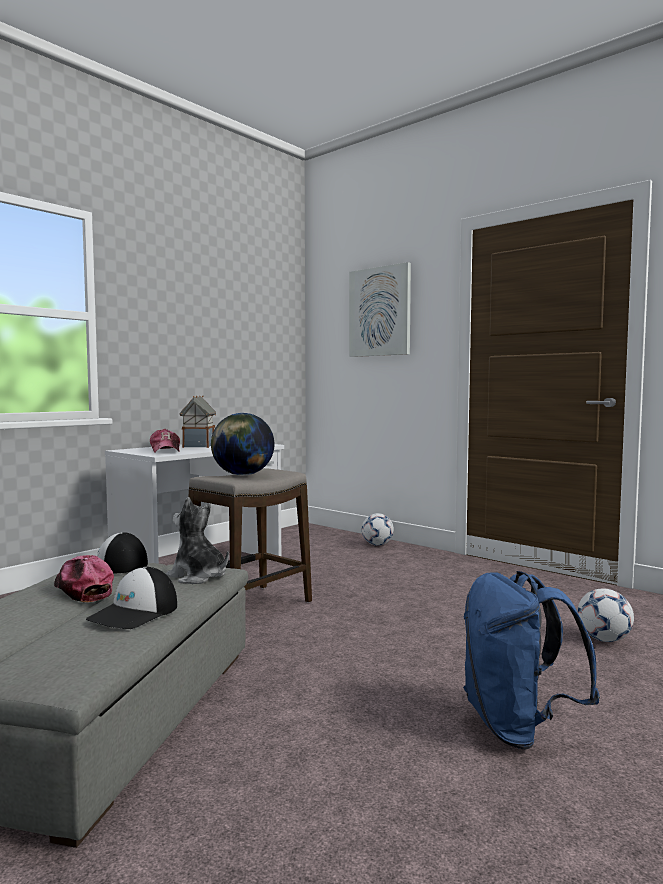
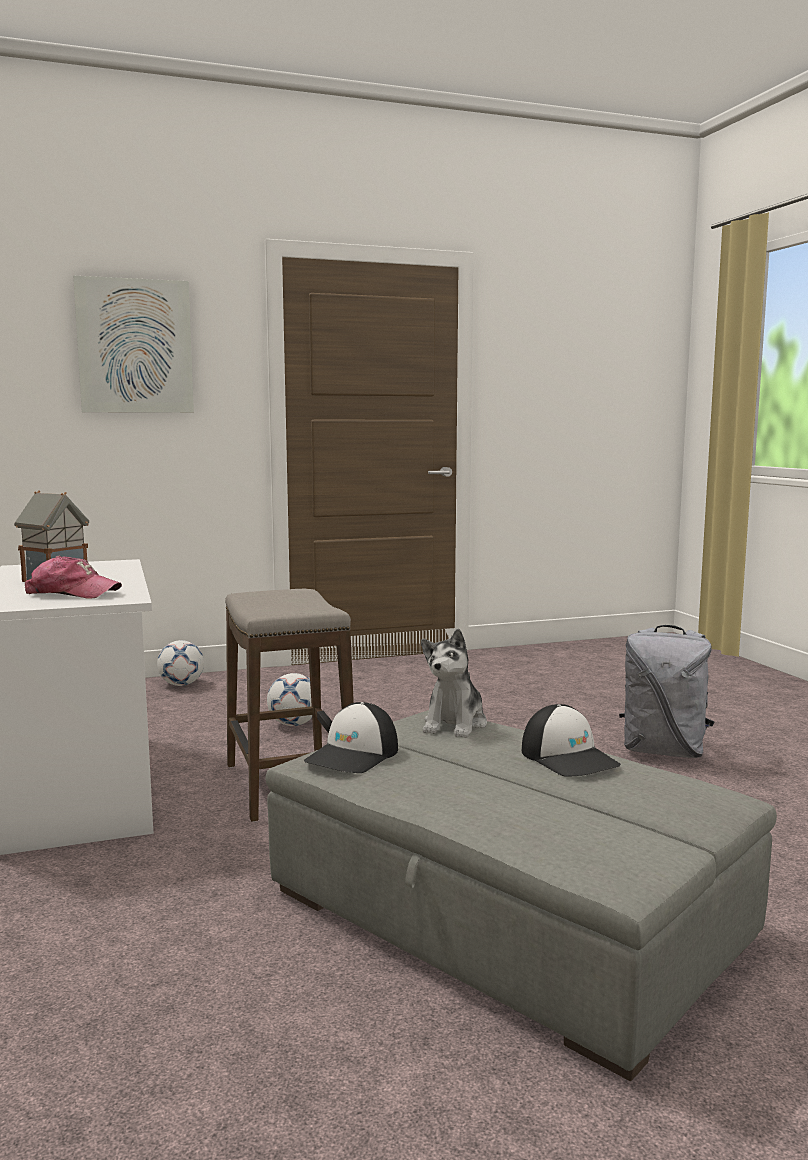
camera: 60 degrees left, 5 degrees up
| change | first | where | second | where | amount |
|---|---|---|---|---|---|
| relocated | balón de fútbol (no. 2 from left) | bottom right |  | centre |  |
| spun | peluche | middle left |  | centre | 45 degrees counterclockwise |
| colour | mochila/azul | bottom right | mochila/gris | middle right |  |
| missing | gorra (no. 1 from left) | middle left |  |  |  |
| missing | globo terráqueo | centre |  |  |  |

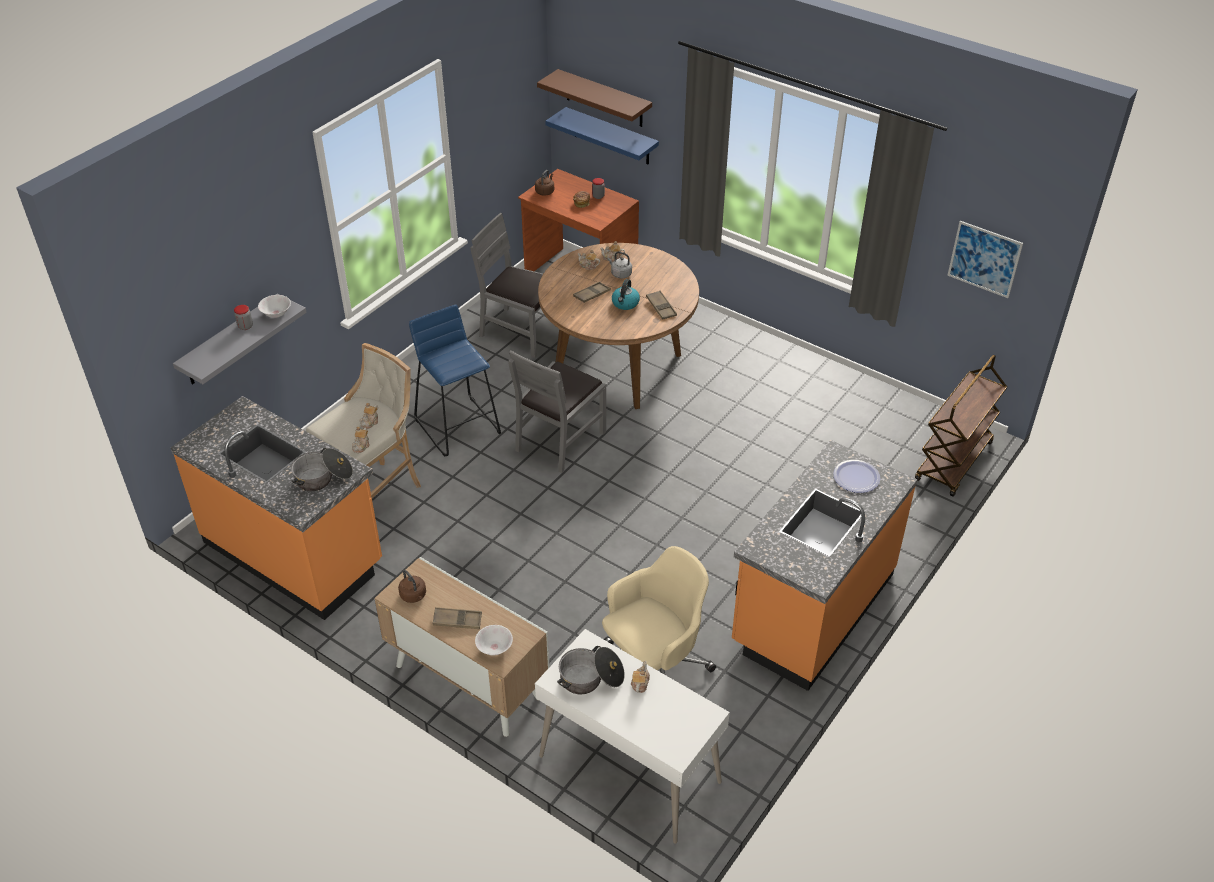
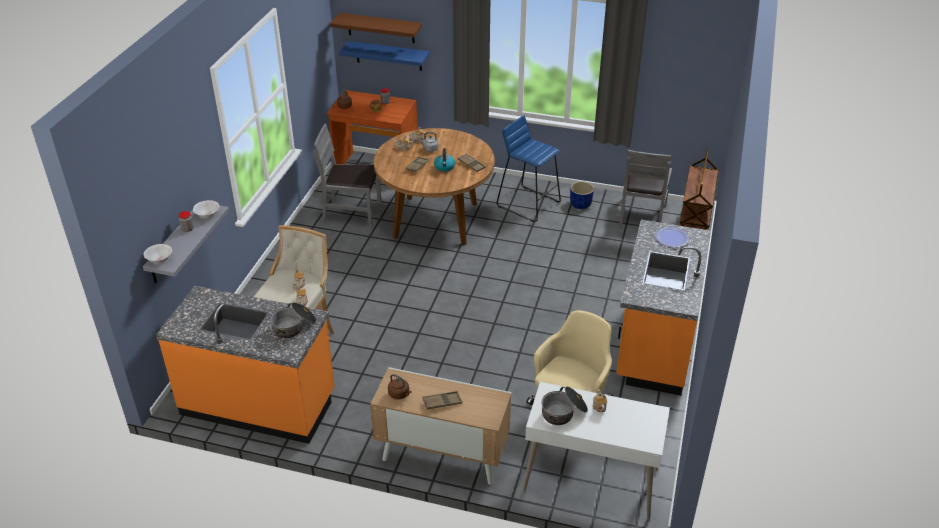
camera: 20 degrees left, 5 degrees down
| change | first | where | second | where | amount |
|---|---|---|---|---|---|
| relocated | cuenco/blanco (no. 2 from left in the first image) | bottom centre | cuenco/blanco (no. 1 from left) | middle left |  |
| relocated | taburete/azul | centre |  | top centre |  |
| appeared |  |  | maceta/azul | centre |  |
| relocated | silla/gris (no. 2 from left) | centre |  | middle right |  |
| missing | cuadro | top right |  |  |  |

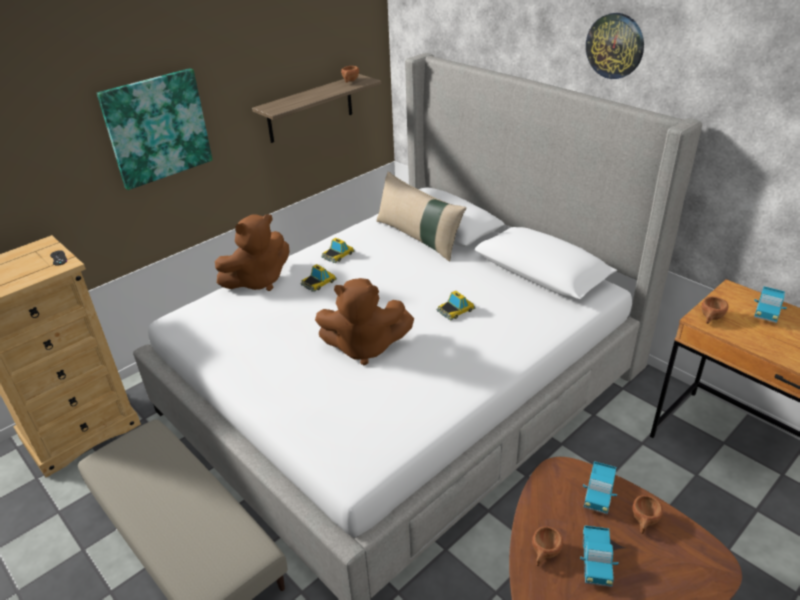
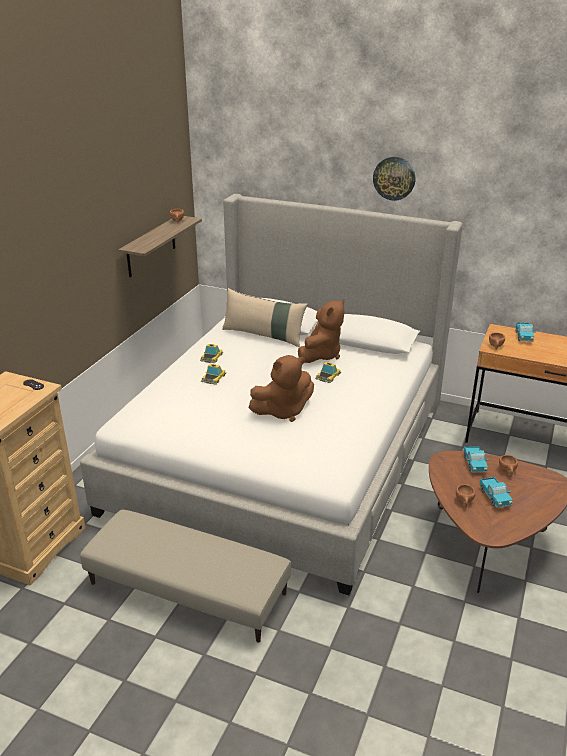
camera: 25 degrees left, 5 degrees down
| change | first | where | second | where | amount |
|---|---|---|---|---|---|
| relocated | peluche/marrón (no. 1 from left in the first image) | middle left | peluche/marrón (no. 2 from left) | centre |  |
| missing | cuadro | top left |  |  |  |

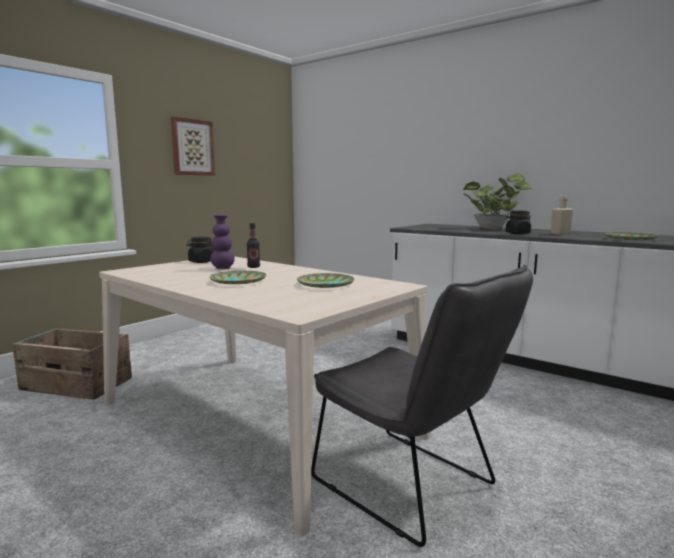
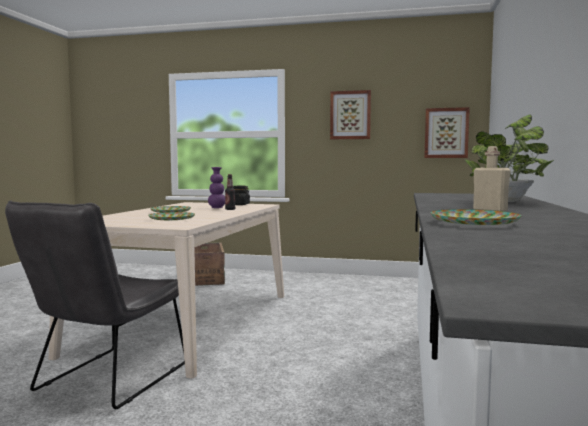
camera: 65 degrees right, 5 degrees down
| change | first | where | second | where | amount |
|---|---|---|---|---|---|
| appeared |  |  | cuadro (no. 2 from left) | top right |  |
| missing | tarro/negro (no. 2 from left) | middle right |  |  |  |

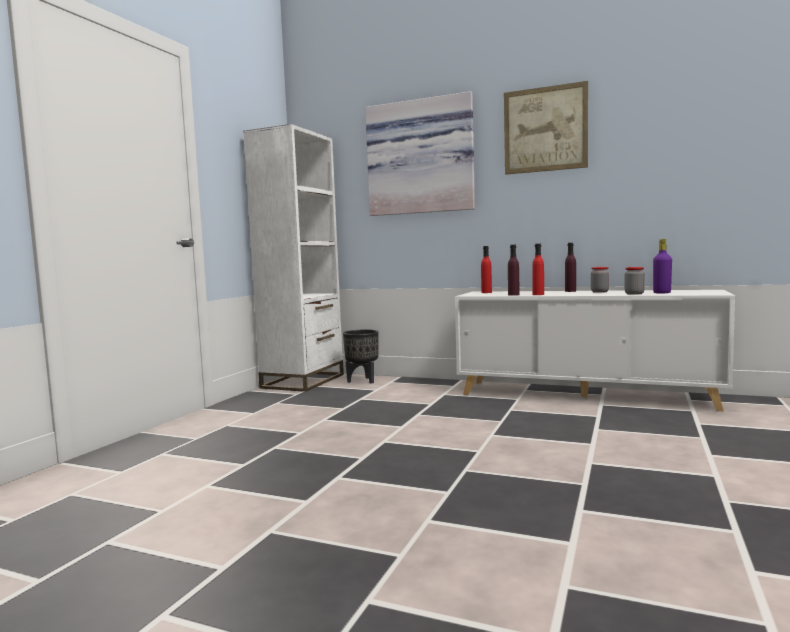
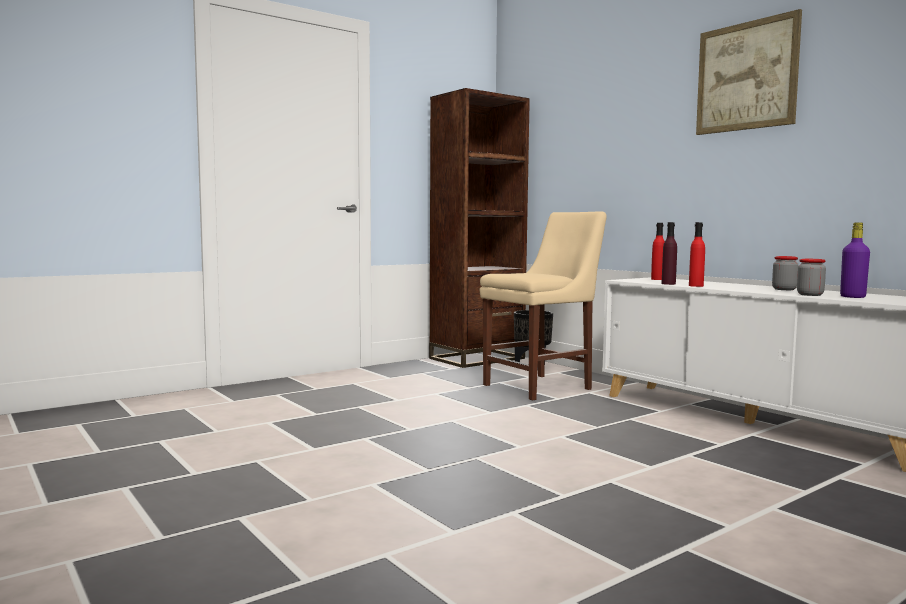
camera: 30 degrees right, 0 degrees up
| change | first | where | second | where | amount |
|---|---|---|---|---|---|
| colour | estantería/blanco | centre | estantería/marrón | centre |  |
| appeared |  |  | silla/beis | centre |  |
| missing | cuadro (no. 1 from left) | top centre |  |  |  |
| missing | botella/morado (no. 2 from left) | middle right |  |  |  |

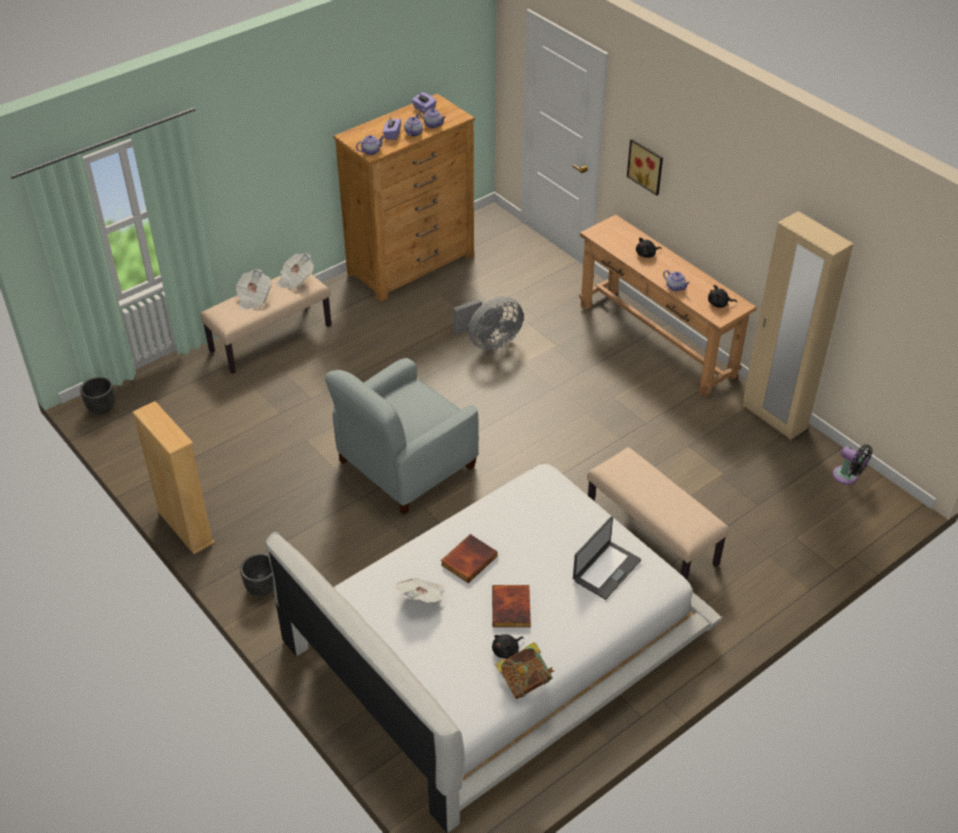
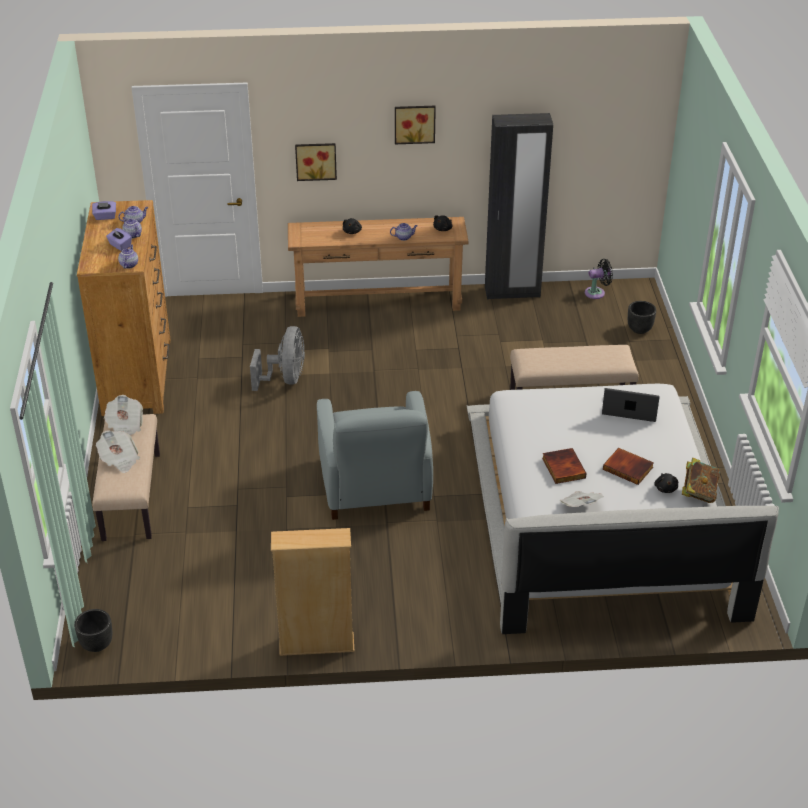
camera: 55 degrees left, 5 degrees down
| change | first | where | second | where | amount |
|---|---|---|---|---|---|
| appeared |  |  | cuadro (no. 2 from left) | top centre |  |
| colour | armario ropero/beis | middle right | armario ropero/negro | top centre |  |
| spun | portátil | bottom centre |  | middle right | 60 degrees counterclockwise |
| relocated | maceta/negro (no. 2 from left) | bottom left |  | middle right |  |

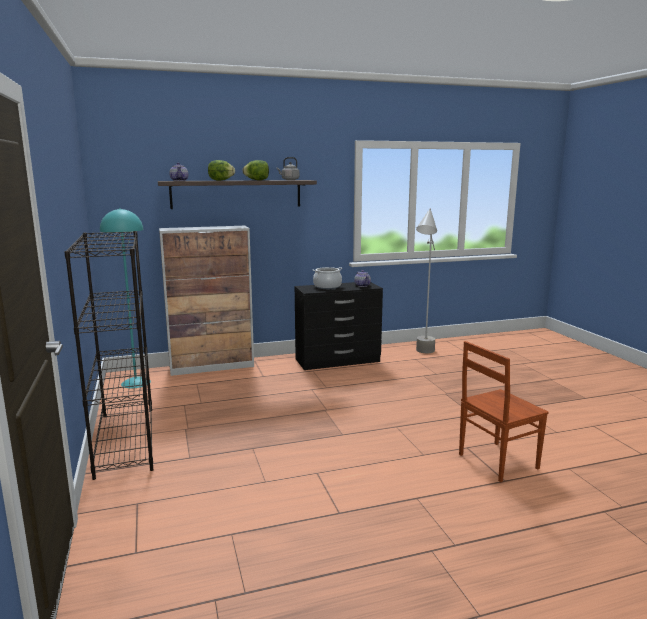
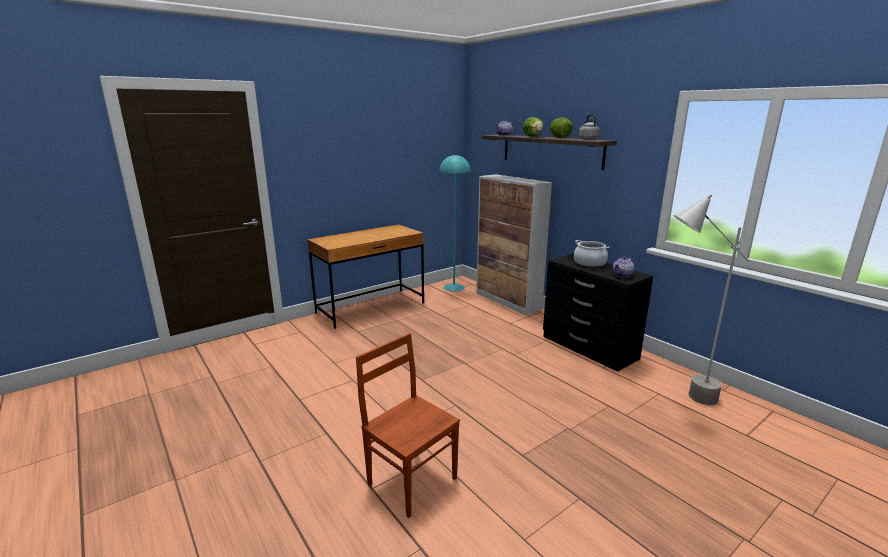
camera: 70 degrees right, 5 degrees up
| change | first | where | second | where | amount |
|---|---|---|---|---|---|
| exchanged | estantería/negro | middle left | escritorio/marrón | centre |  |

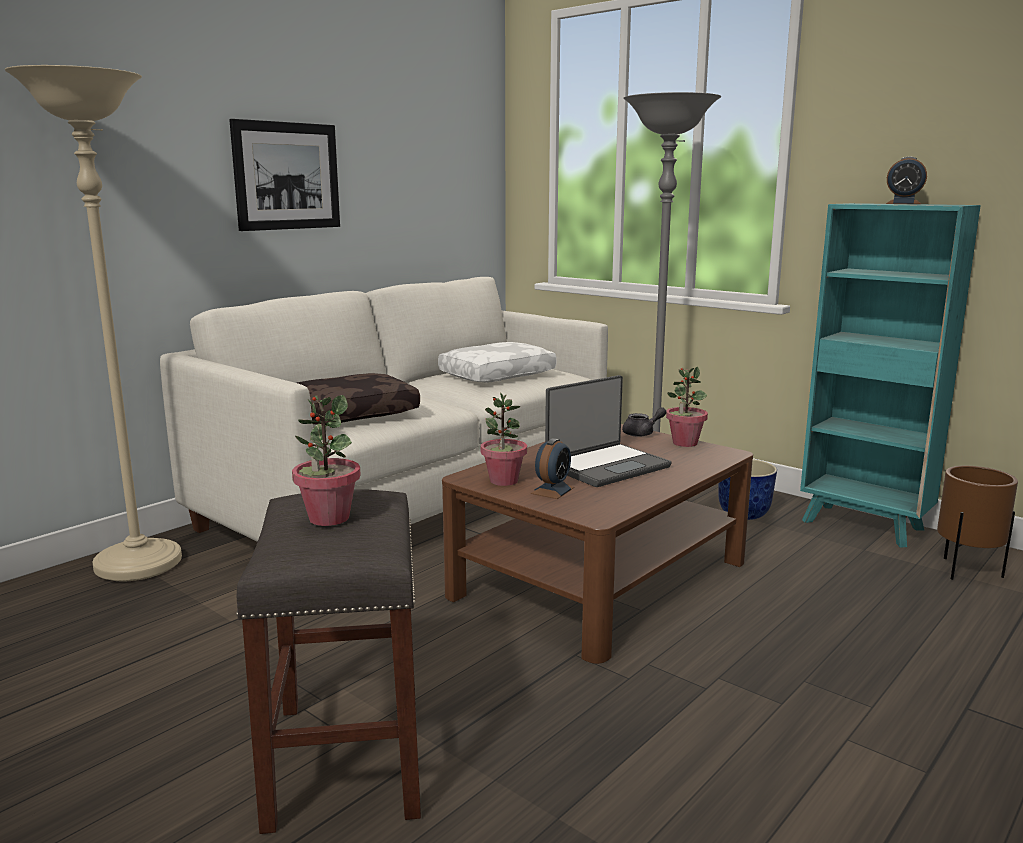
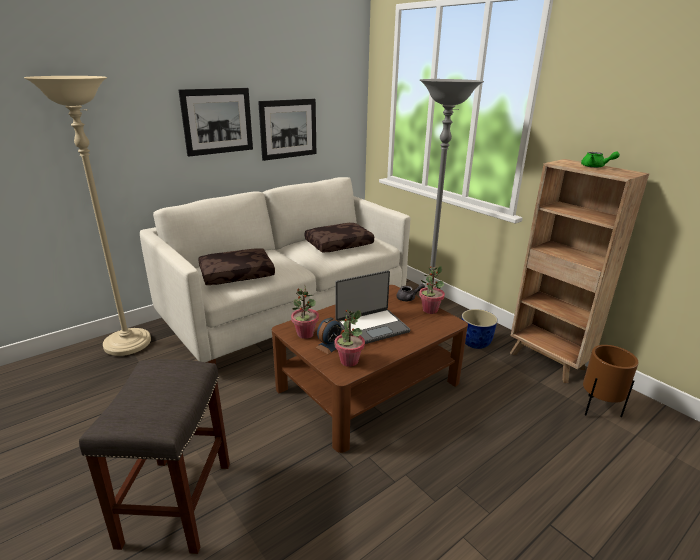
camera: 10 degrees right, 10 degrees up
| change | first | where | second | where | amount |
|---|---|---|---|---|---|
| appeared |  |  | cuadro (no. 2 from left) | top centre |  |
| colour | cojín/blanco | centre | cojín/marrón (no. 2 from left) | centre |  |
| relocated | planta en maceta (no. 1 from left in the first image) | middle left | planta en maceta (no. 2 from left) | centre |  |
| colour | estantería/turquesa | middle right | estantería/marrón | middle right |  |
| exchanged | despertador (no. 2 from left) | top right | tetera/verde | top right |  |

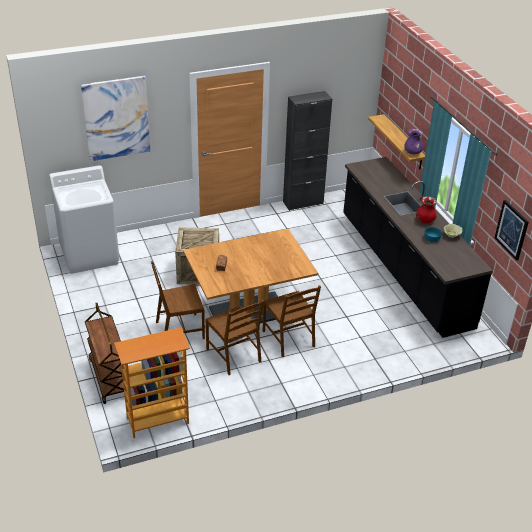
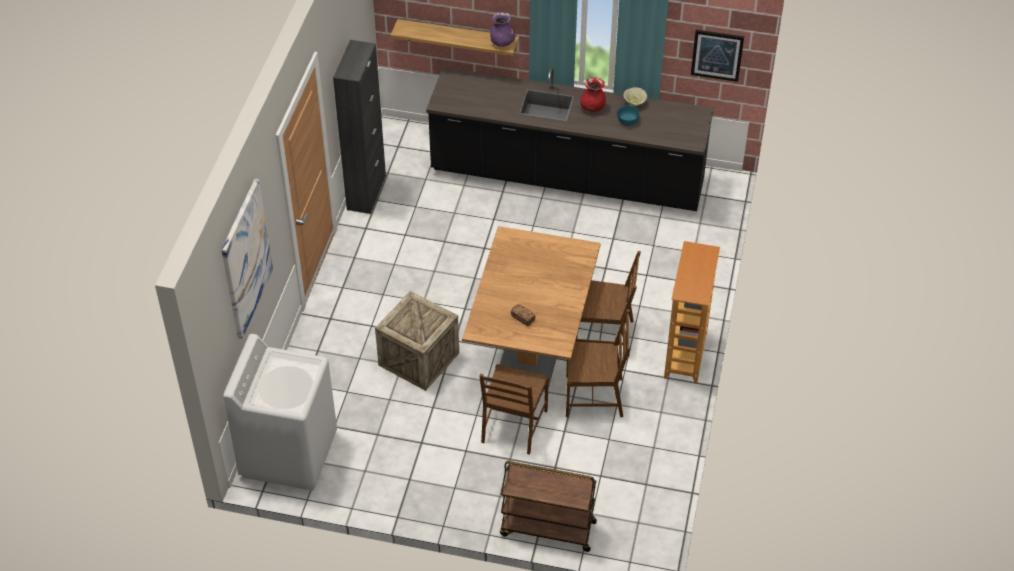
camera: 55 degrees left, 10 degrees up
| change | first | where | second | where | amount |
|---|---|---|---|---|---|
| relocated | estantería | bottom left |  | middle right |  |

